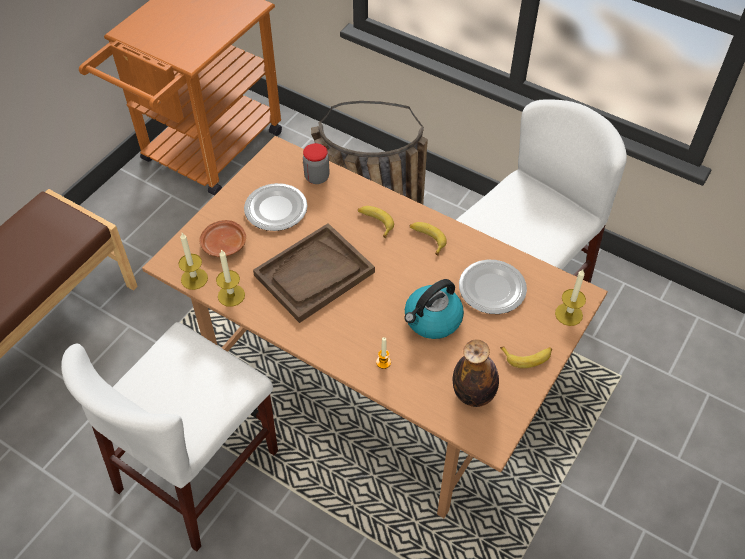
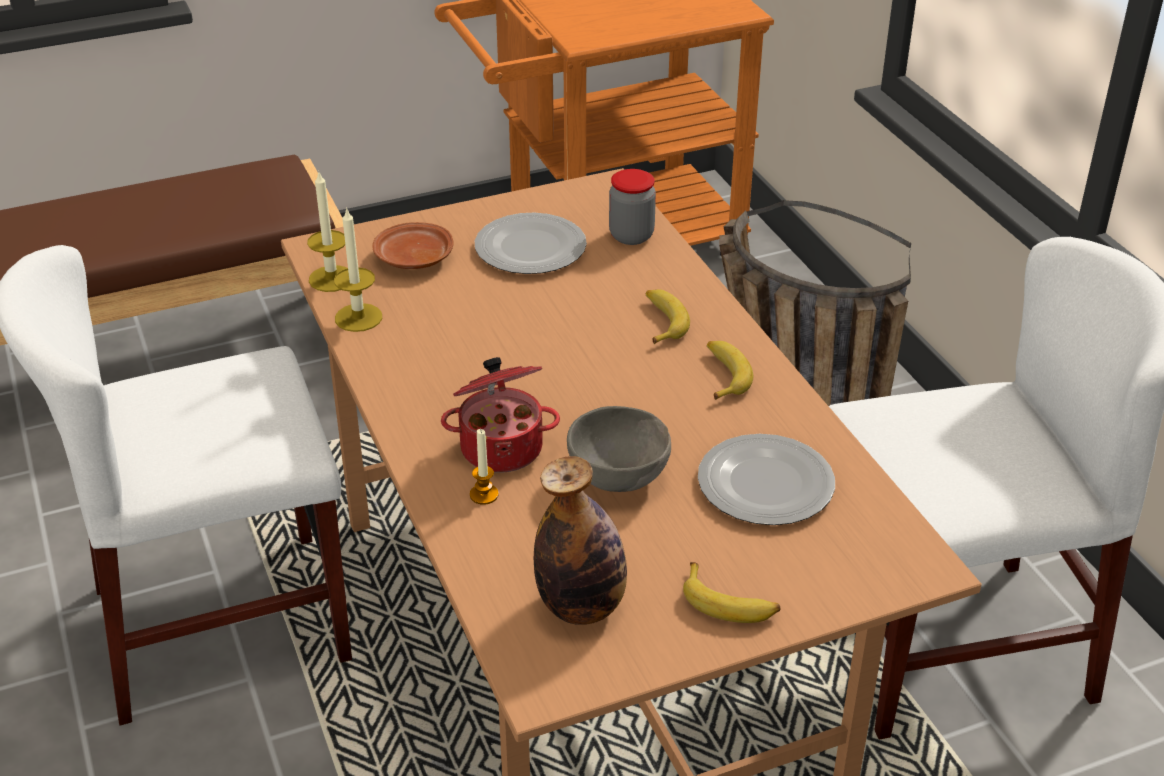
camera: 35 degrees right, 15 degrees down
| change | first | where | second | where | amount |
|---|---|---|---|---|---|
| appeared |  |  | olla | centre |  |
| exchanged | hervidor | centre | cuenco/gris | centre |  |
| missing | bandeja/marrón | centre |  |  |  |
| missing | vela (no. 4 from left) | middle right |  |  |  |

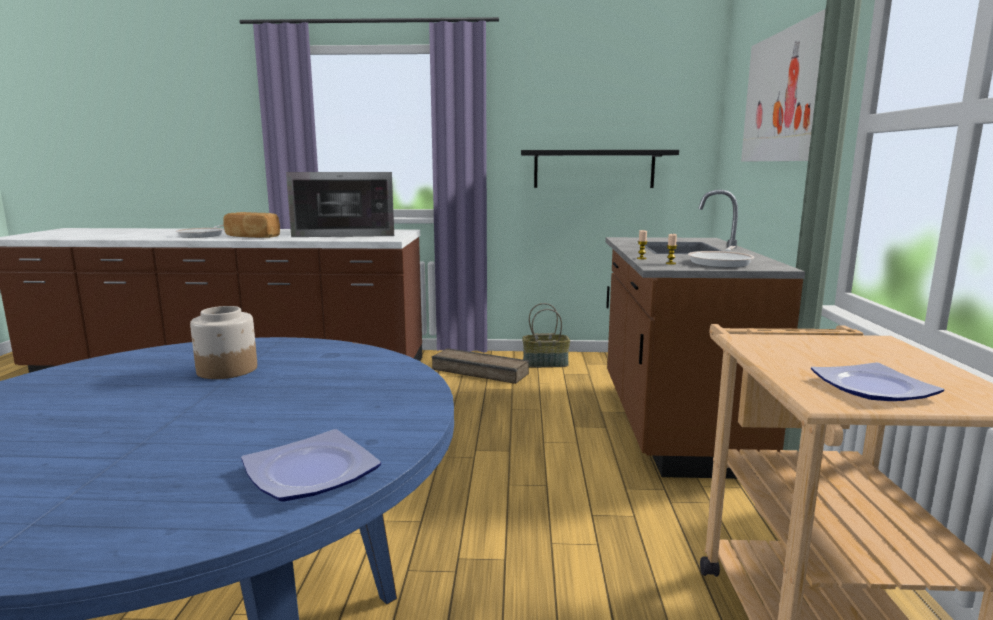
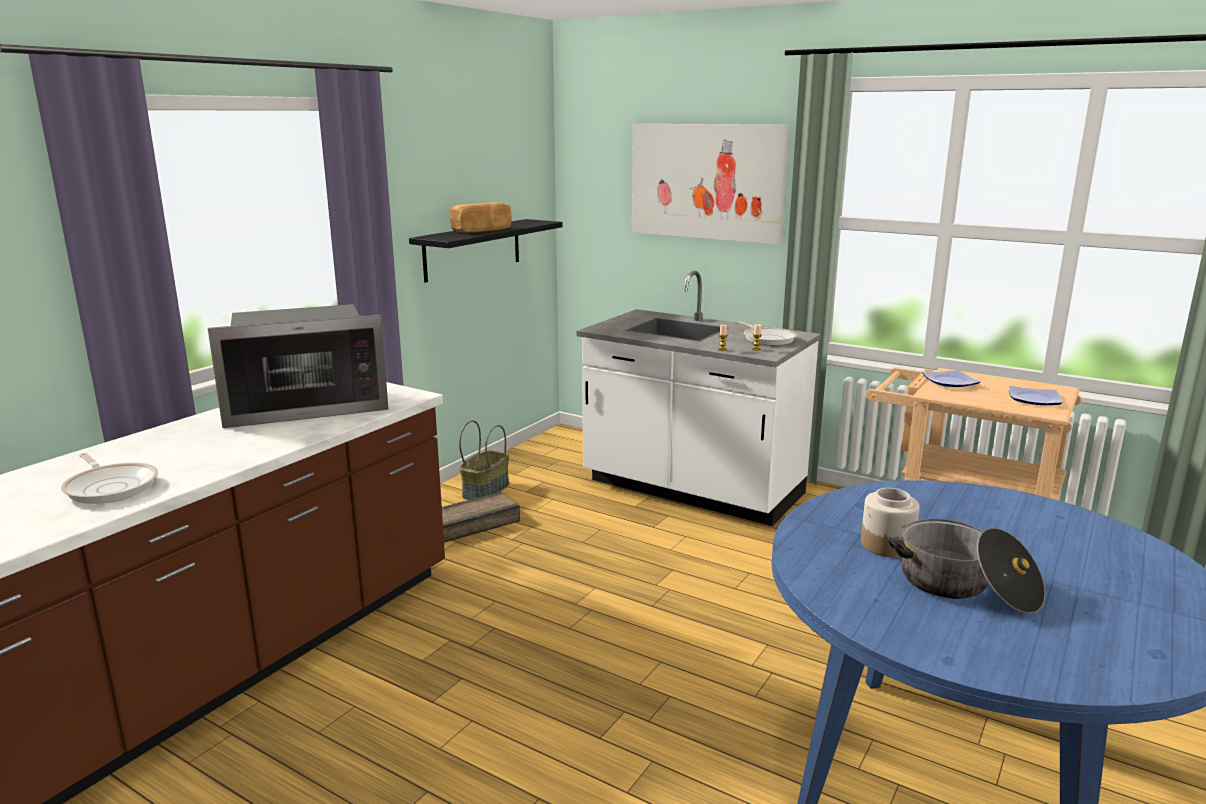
camera: 60 degrees left, 5 degrees up
| change | first | where | second | where | amount |
|---|---|---|---|---|---|
| spun | microondas | top centre |  | middle left | 45 degrees clockwise |
| relocated | pan | middle left |  | top centre |  |
| colour | mueble bajo de cocina/marrón (no. 2 from left) | middle right | mueble bajo de cocina/blanco | centre |  |
| appeared |  |  | olla | bottom right |  |
| relocated | plato (no. 1 from left) | bottom left |  | middle right |  |

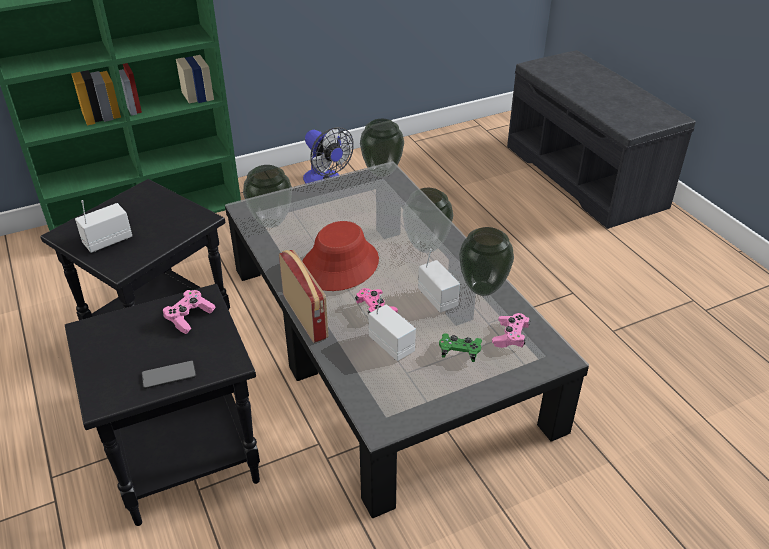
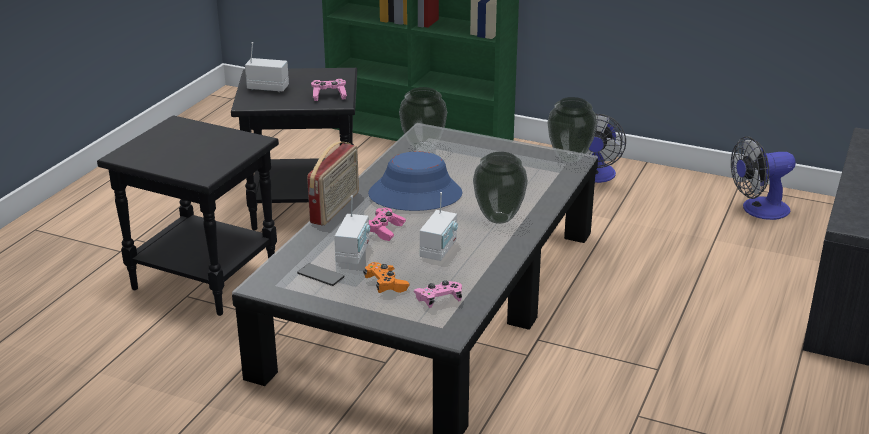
camera: 50 degrees right, 10 degrees down
| change | first | where | second | where | amount |
|---|---|---|---|---|---|
| relocated | móvil | bottom left |  | centre |  |
| relocated | mando de consola/rosa (no. 1 from left) | middle left |  | top centre |  |
| colour | mando de consola/verde | centre | mando de consola/naranja | centre |  |
| colour | sombrero/rojo | centre | sombrero/azul | centre |  |
| appeared |  |  | ventilador (no. 2 from left) | middle right |  |
| missing | florero (no. 4 from left) | centre |  |  |  |

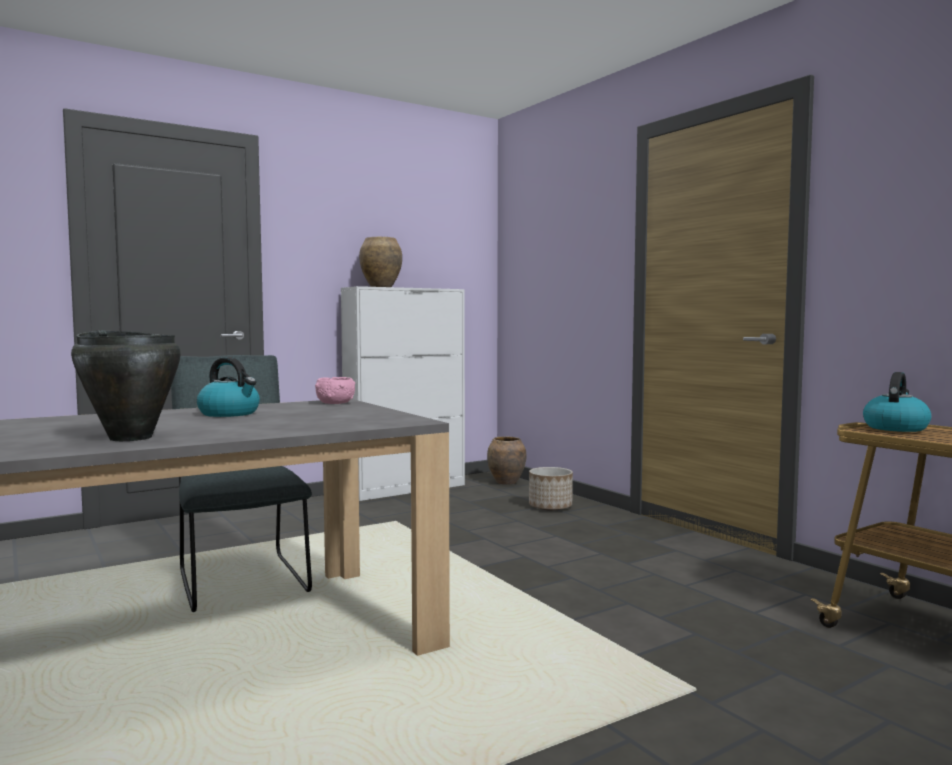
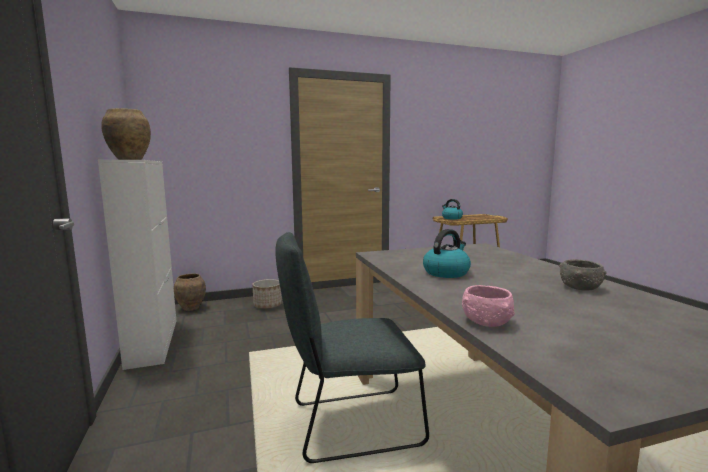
camera: 75 degrees left, 5 degrees up
| change | first | where | second | where | amount |
|---|---|---|---|---|---|
| relocated | cuenco/rosa | centre |  | middle right |  |
| exchanged | olla/negro | middle left | cuenco/gris | middle right |  |

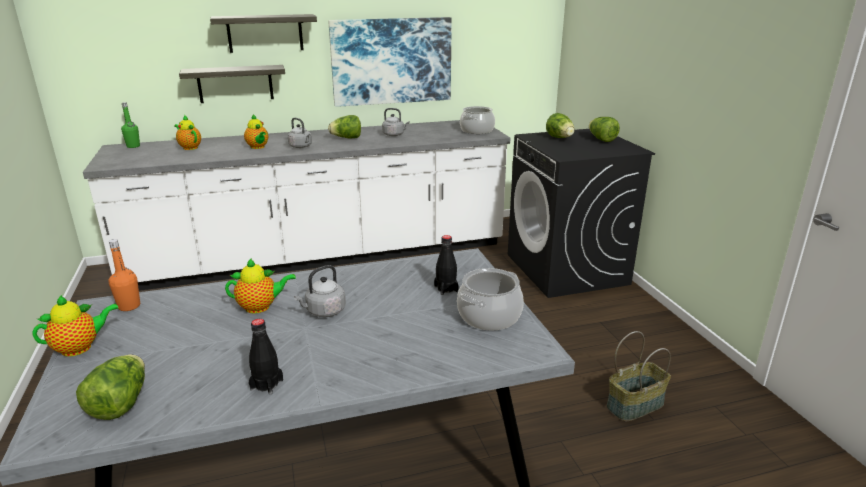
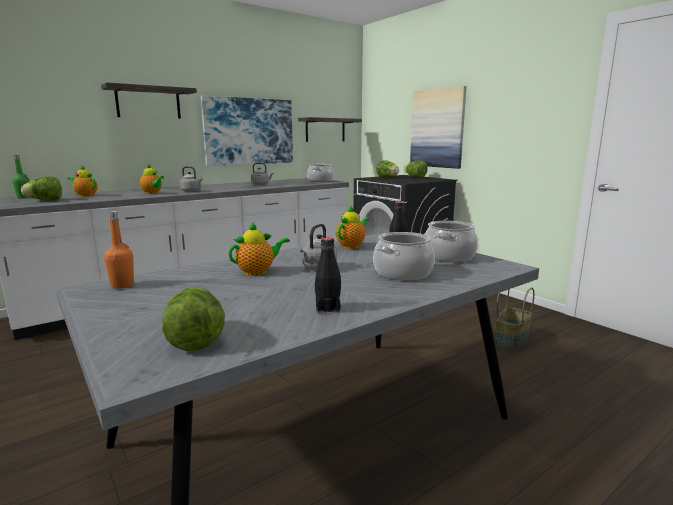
camera: 20 degrees left, 10 degrees down
| change | first | where | second | where | amount |
|---|---|---|---|---|---|
| relocated | lechuga (no. 2 from left in the first image) | top centre | lechuga (no. 1 from left) | middle left |  |
| relocated | estante (no. 1 from left in the first image) | top left | estante (no. 2 from left) | top centre |  |
| relocated | tetera (no. 1 from left in the first image) | bottom left | tetera (no. 4 from left) | centre |  |
| appeared |  |  | olla (no. 2 from left) | centre |  |
| appeared |  |  | cuadro (no. 2 from left) | top centre |  |

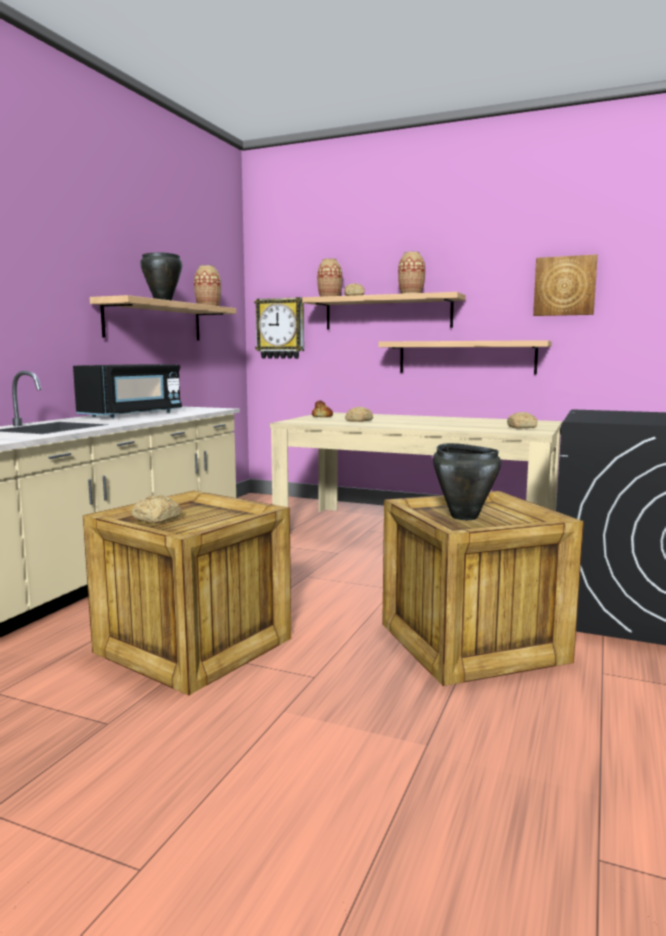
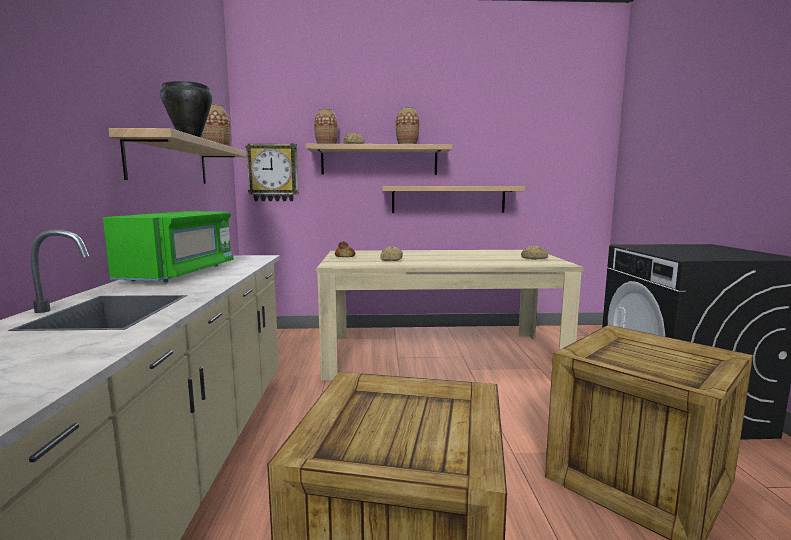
camera: 25 degrees left, 0 degrees up
| change | first | where | second | where | amount |
|---|---|---|---|---|---|
| colour | microondas/negro | middle left | microondas/verde | middle left |  |
| missing | pan (no. 1 from left) | middle left |  |  |  |
| missing | olla/negro (no. 2 from left) | middle right |  |  |  |
| missing | cuadro | top right |  |  |  |

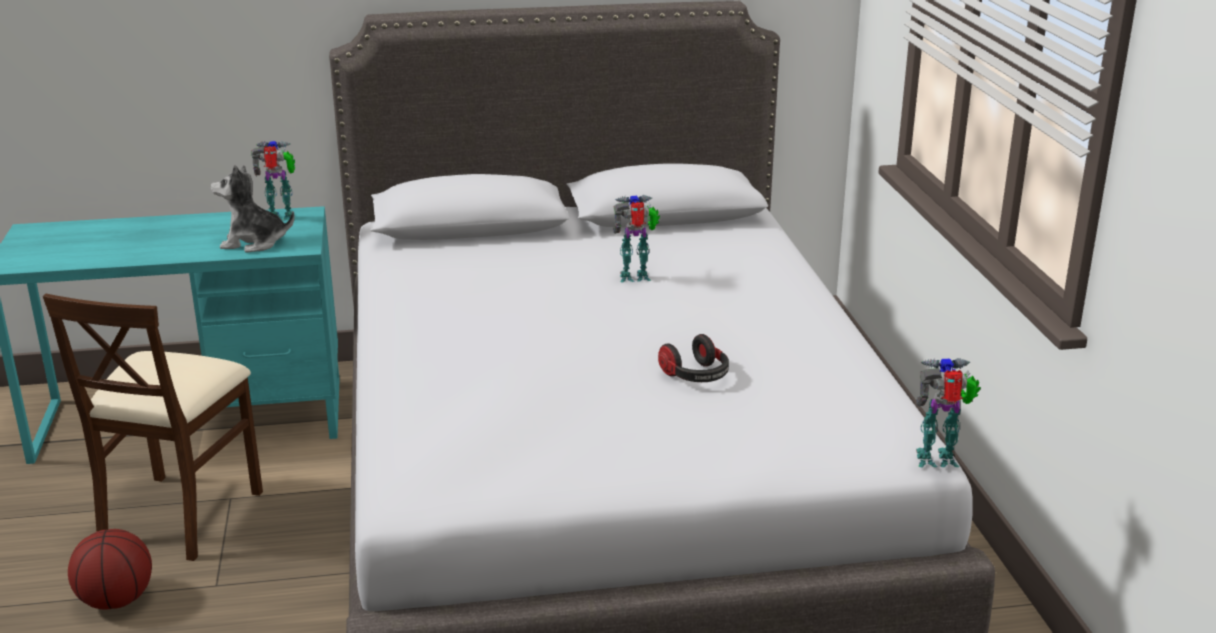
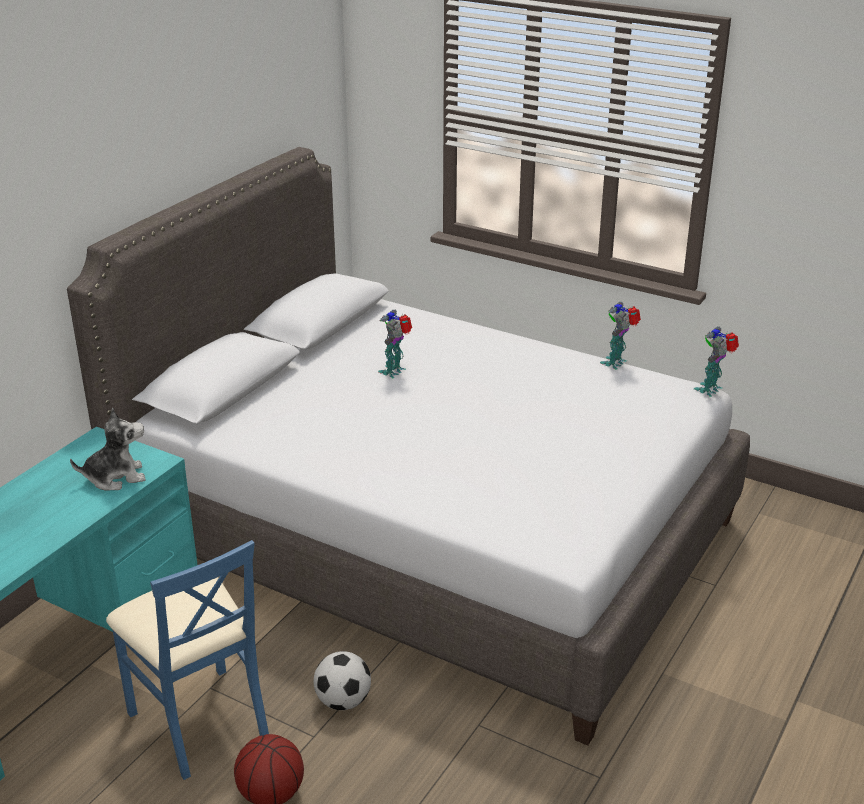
camera: 50 degrees left, 5 degrees up
| change | first | where | second | where | amount |
|---|---|---|---|---|---|
| spun | peluche | top left |  | middle left | 150 degrees counterclockwise |
| colour | silla/beis | bottom left | silla/azul | bottom left |  |
| appeared |  |  | balón de fútbol | bottom centre |  |
| relocated | robot de juguete (no. 1 from left in the first image) | top left | robot de juguete (no. 2 from left) | middle right |  |
| missing | auriculares | centre |  |  |  |

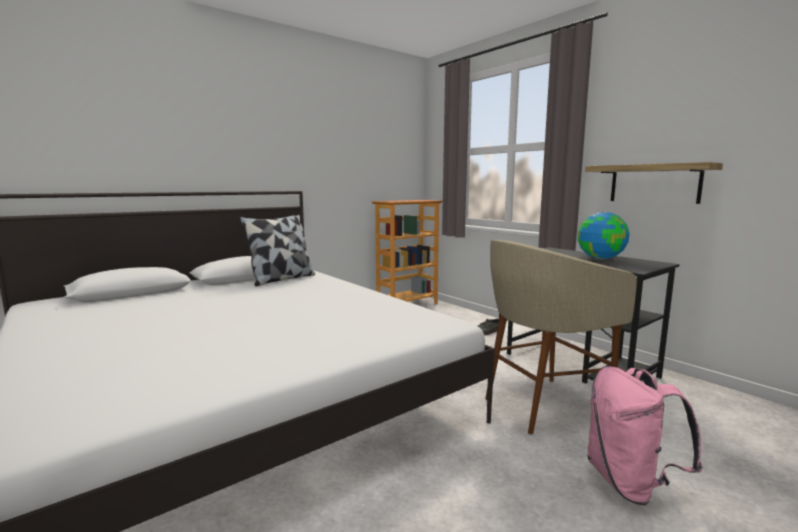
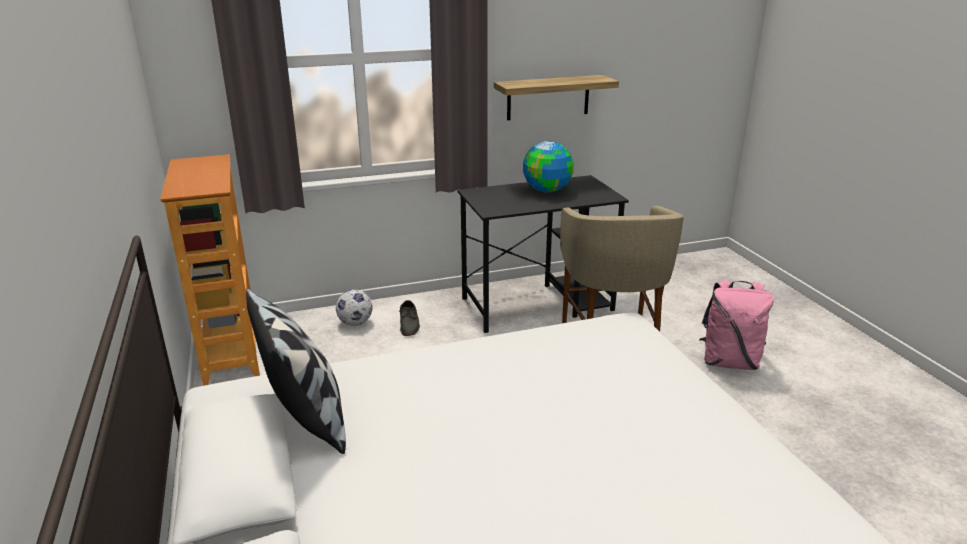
camera: 70 degrees left, 15 degrees up
| change | first | where | second | where | amount |
|---|---|---|---|---|---|
| appeared |  |  | balón de fútbol | centre |  |

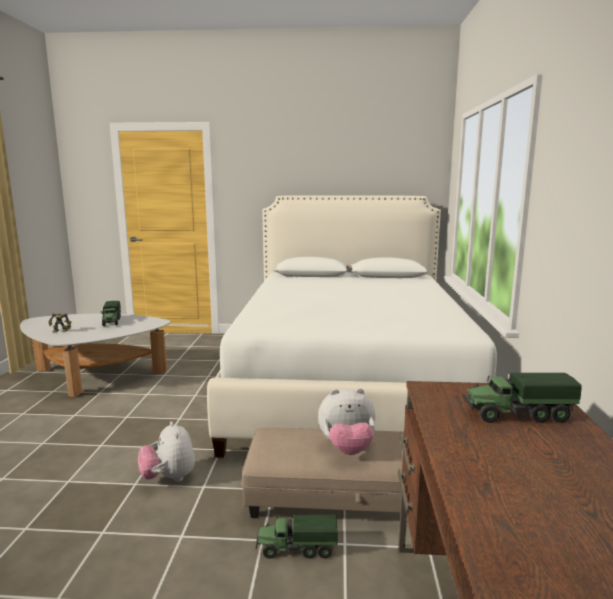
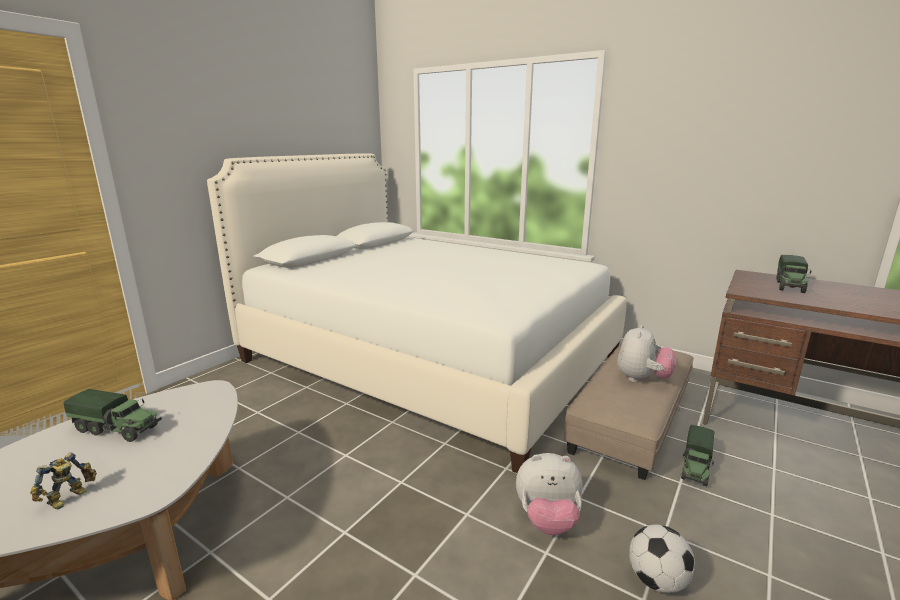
camera: 60 degrees left, 5 degrees up
| change | first | where | second | where | amount |
|---|---|---|---|---|---|
| appeared |  |  | balón de fútbol | bottom right |  |

